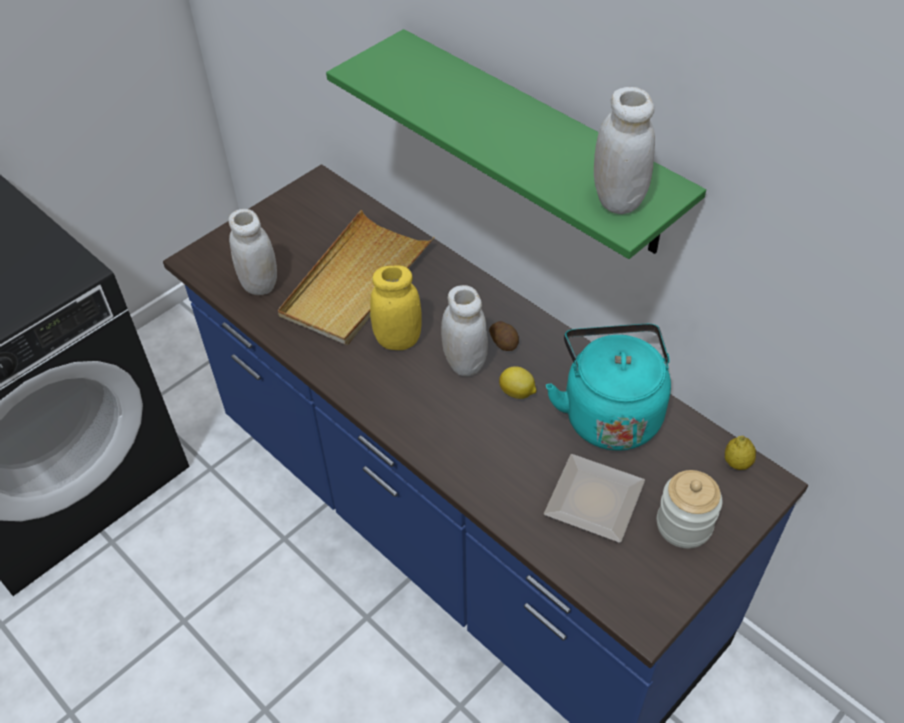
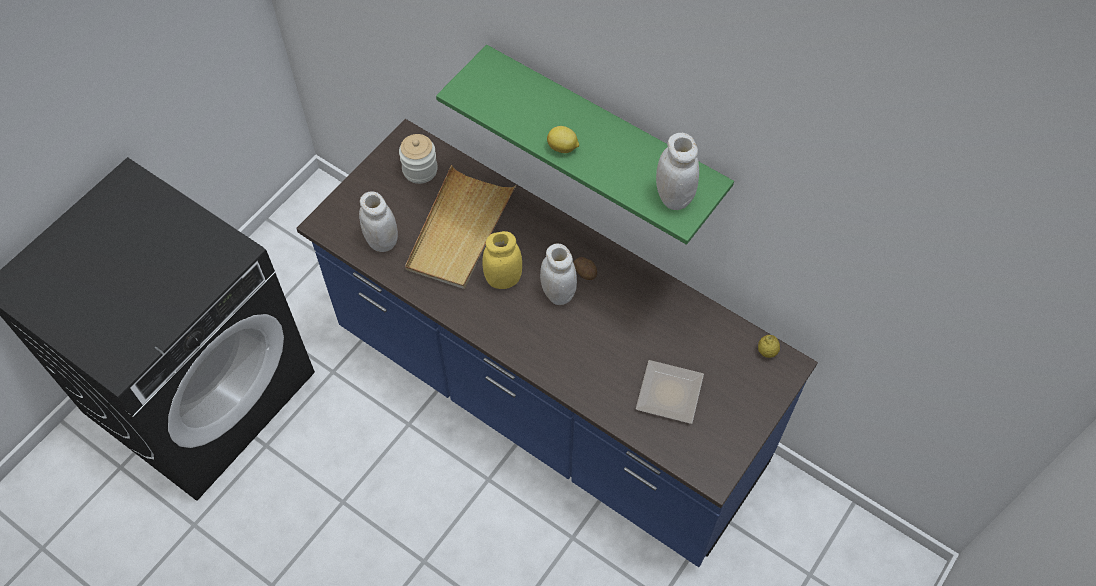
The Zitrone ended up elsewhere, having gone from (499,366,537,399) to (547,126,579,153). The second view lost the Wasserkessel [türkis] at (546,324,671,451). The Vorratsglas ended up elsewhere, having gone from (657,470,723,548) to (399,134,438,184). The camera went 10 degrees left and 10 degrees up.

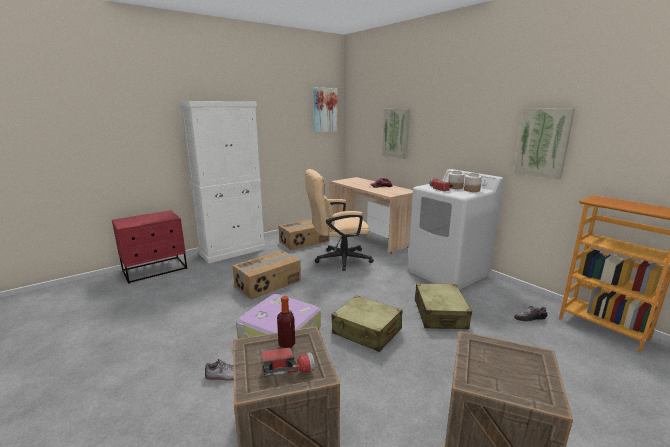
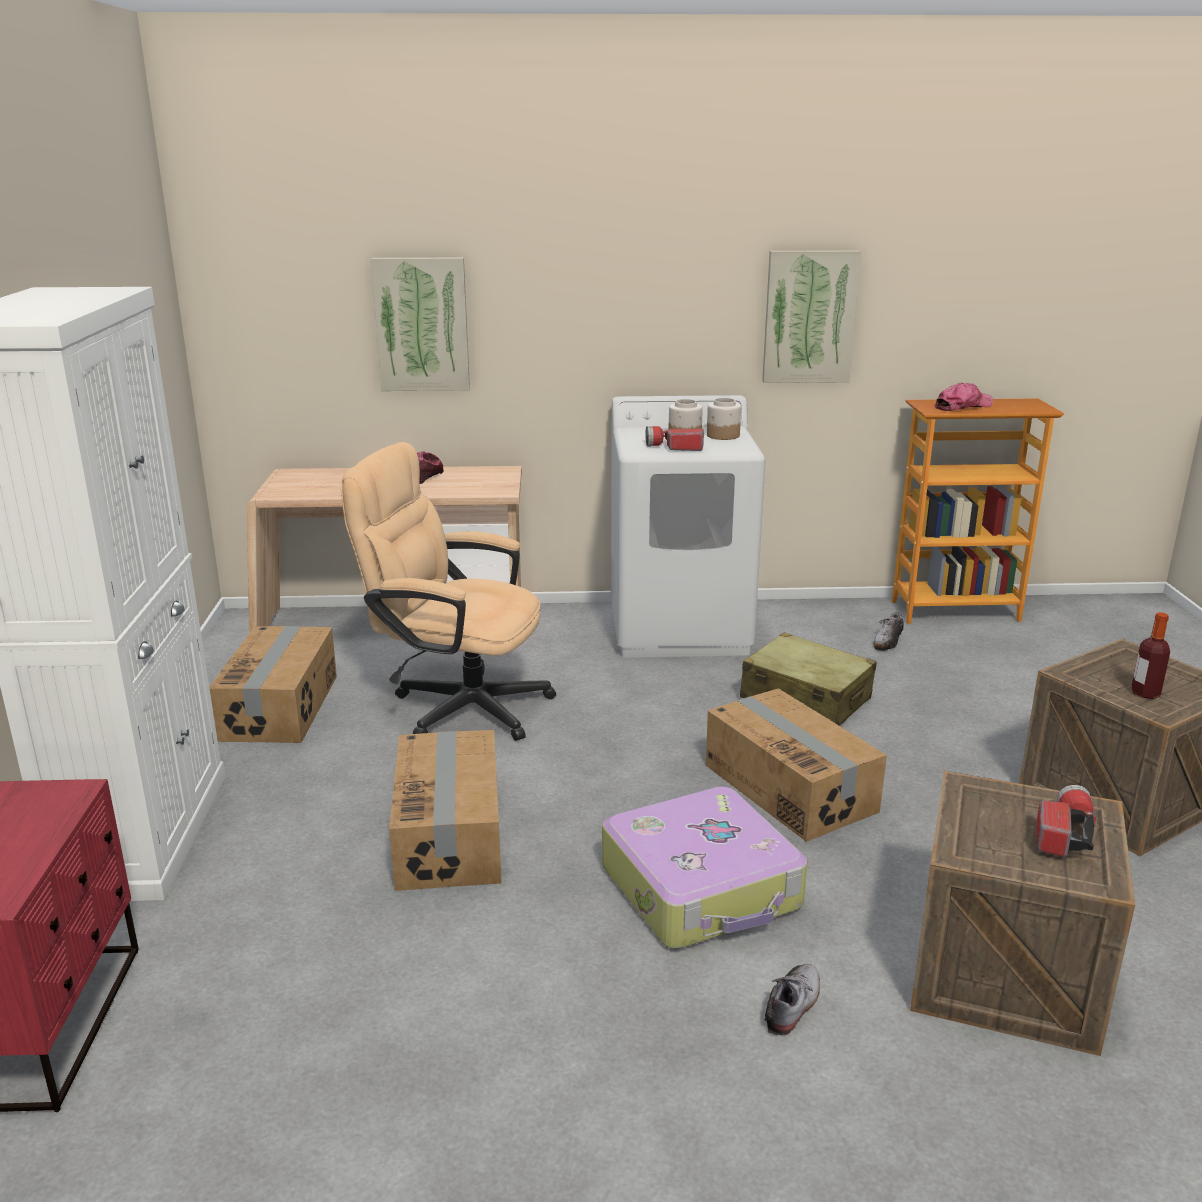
The Flasche ended up elsewhere, having gone from (277,296,295,348) to (1131,612,1170,699). The Bürostuhl [beige] at (305,169,374,271) ended up facing another way, 90 degrees clockwise from before. The second view lost the Bild at (313,88,337,133). Where the Koffer [beige] stood at (331,295,402,352), the Karton came to stand at (706,688,887,842). The second view gained the Kappe at (934,383,993,411). The camera went 55 degrees left and 5 degrees up.

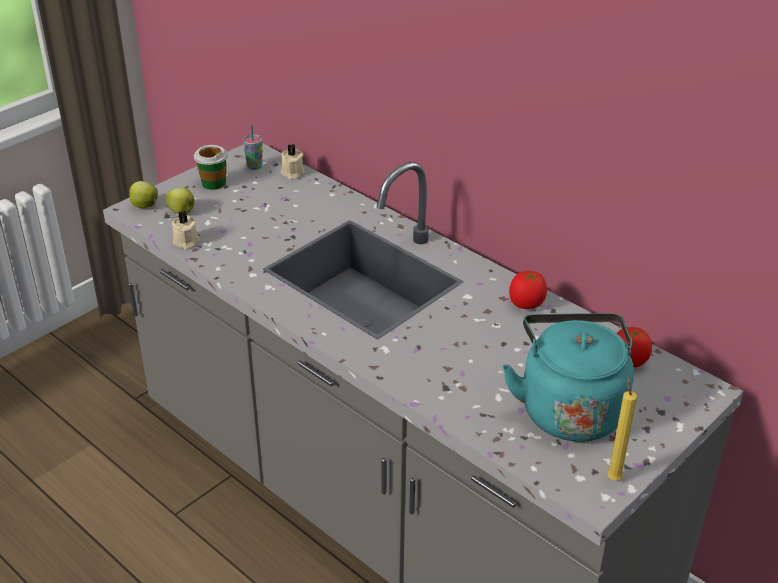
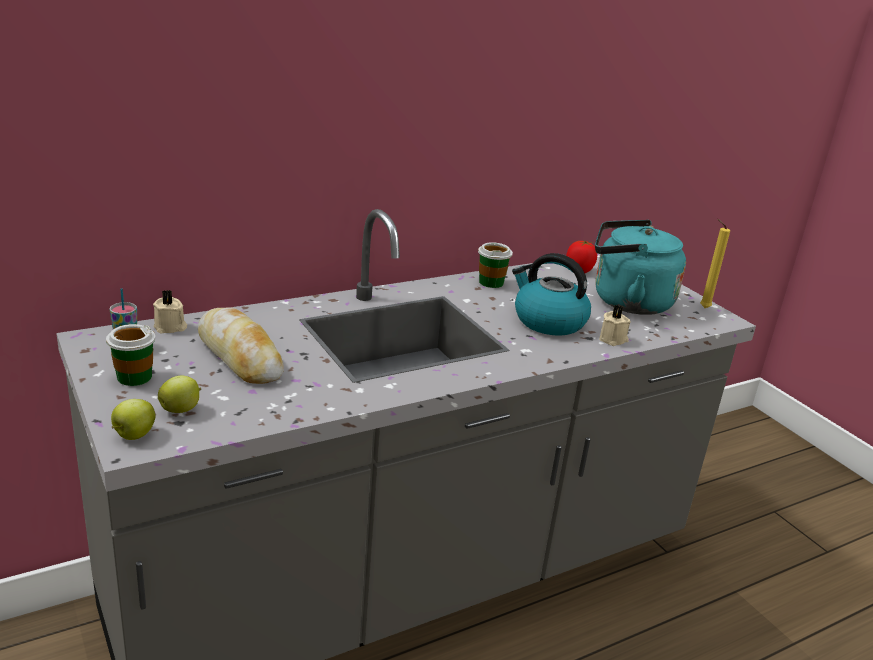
The Kerze [beige] ended up elsewhere, having gone from (172,211,199,250) to (599,305,631,346). Where the Tomate stood at (509,271,547,309), the Tasse came to stand at (478,242,513,288). The second view gained the Brot at (198,307,284,384). The second view gained the Wasserkessel at (512,253,591,336). The camera went 75 degrees left and 10 degrees down.

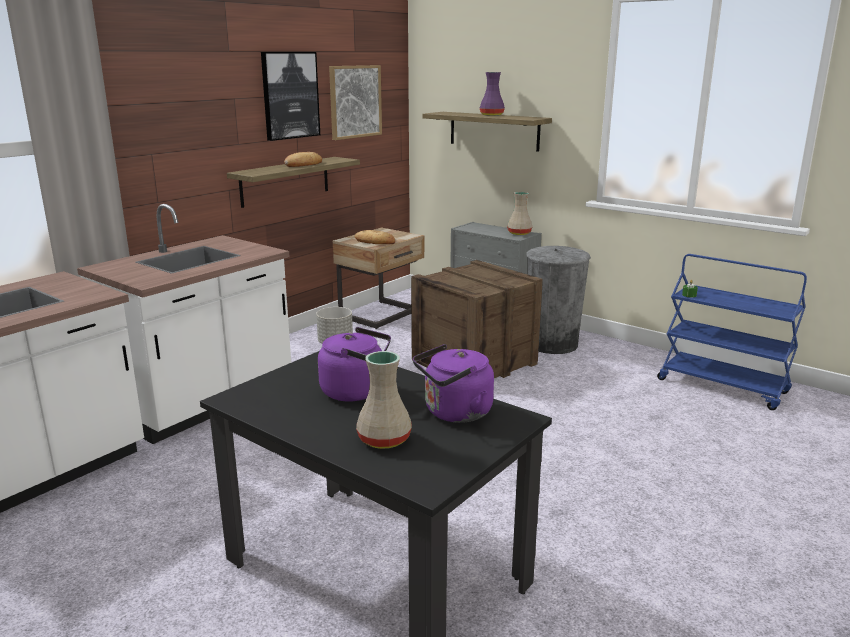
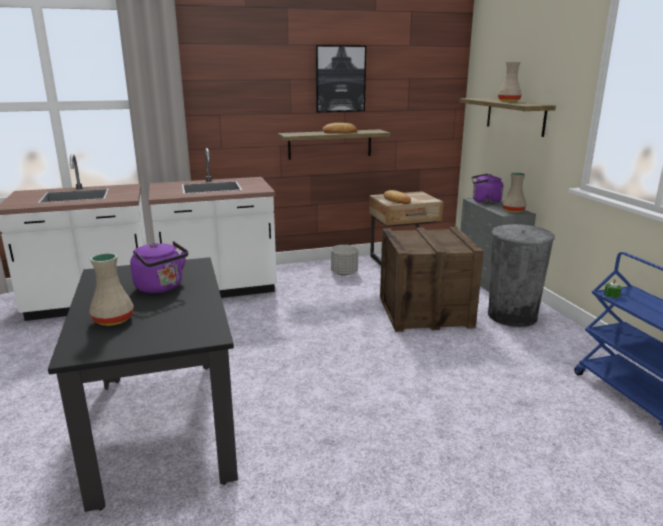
The second view lost the Bild at (329,65,382,140). The Wasserkessel [lila] ended up elsewhere, having gone from (413,344,494,423) to (471,174,503,204). What was the Vase [lila] at (480,72,505,116) turned into the Vase [beige] at (498,62,522,102). The camera went 35 degrees right and 0 degrees up.

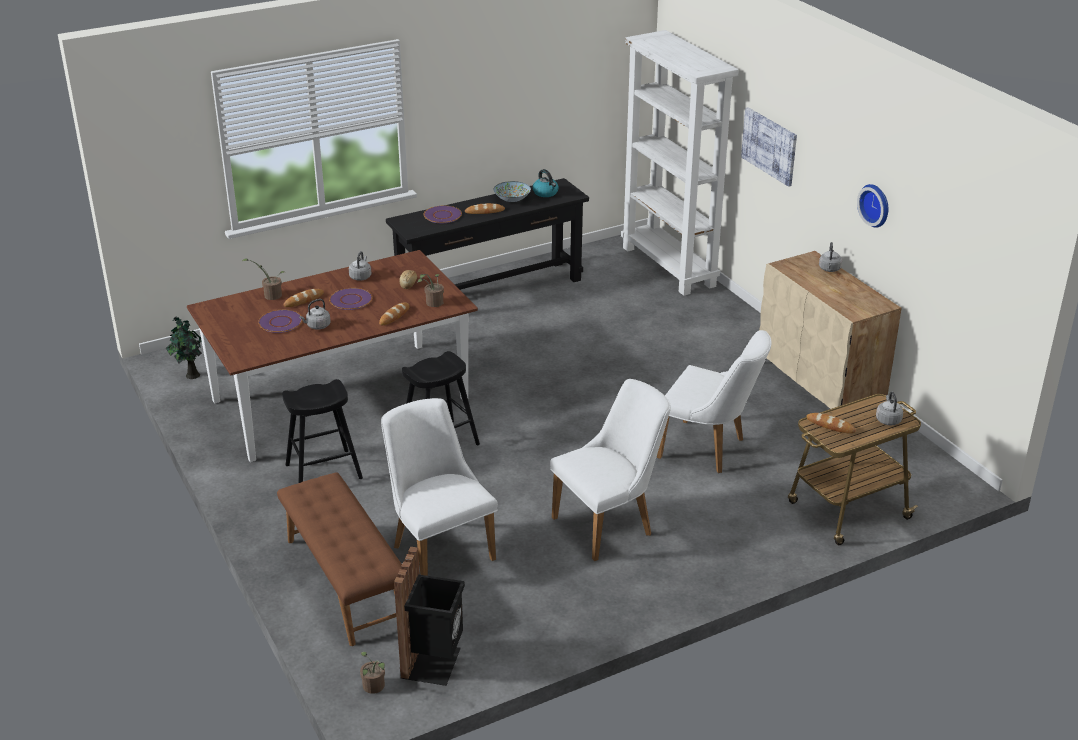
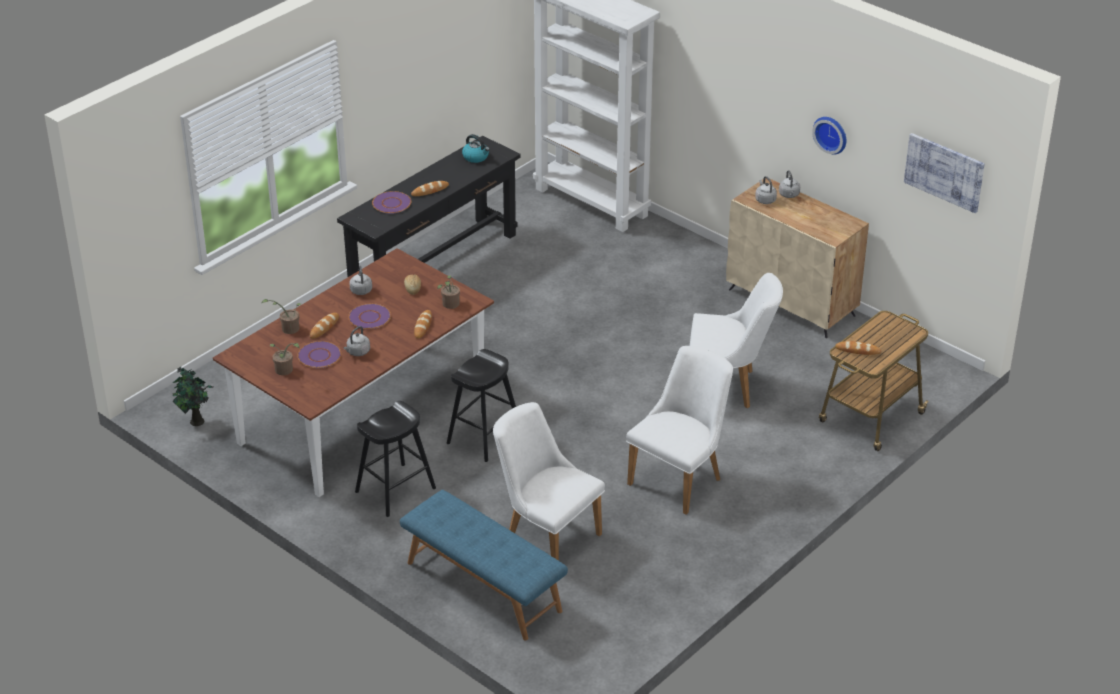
What was the Bank [braun] at (277,472,402,646) turned into the Bank [blau] at (400,490,568,640). The Topfpflanze ended up elsewhere, having gone from (360,652,385,694) to (269,343,299,375). The second view lost the Mülleimer [schwarz] at (394,547,465,686). The second view lost the Schüssel at (493,181,531,202). The Bild ended up elsewhere, having gone from (741,107,797,187) to (904,133,985,213). The Wasserkessel [grau] ended up elsewhere, having gone from (876,391,903,425) to (755,176,777,204). The camera went 20 degrees left and 5 degrees up.

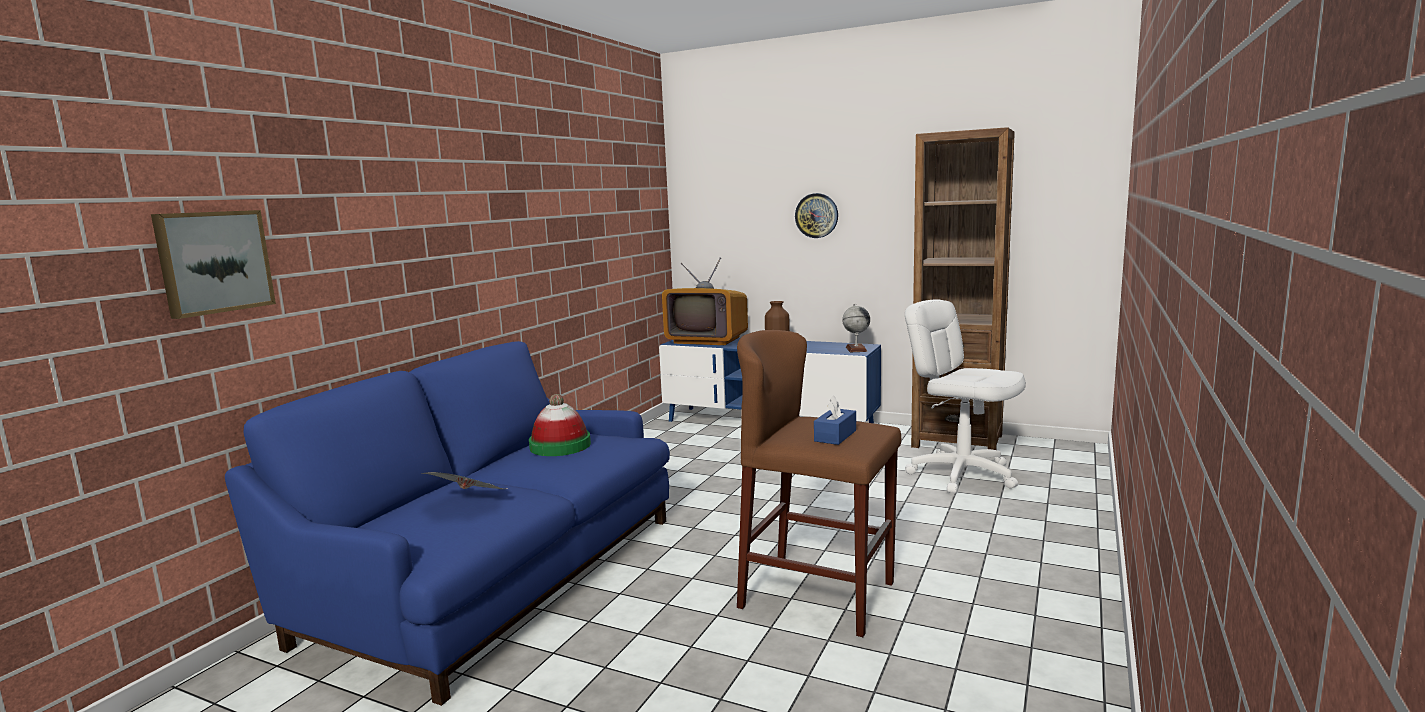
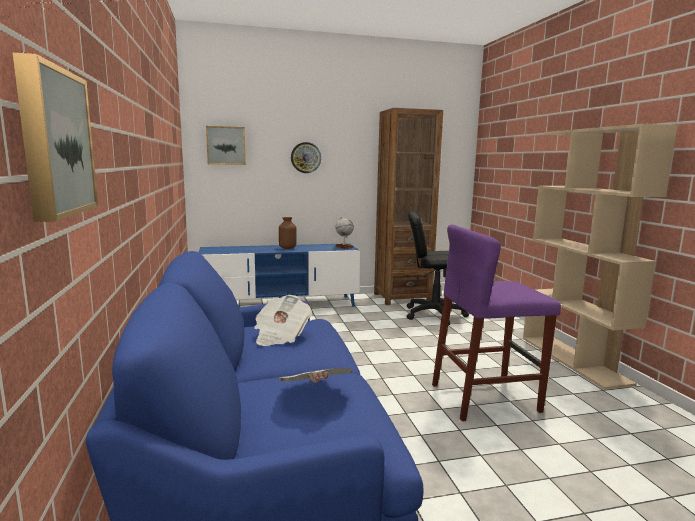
Where the Hut stood at (529,394,591,456), the Zeitung came to stand at (254,295,312,346). The second view lost the Fernseher at (662,258,748,345). What was the Hocker [braun] at (737,330,901,637) turned into the Hocker [lila] at (432,224,561,421). The second view lost the Taschentuchbox [blau] at (814,395,856,445). What was the Bürostuhl [weiß] at (905,299,1026,494) turned into the Bürostuhl [schwarz] at (407,211,469,325). The second view gained the Bild at (206,126,246,165). The second view gained the Bücherregal [beige] at (523,124,678,390). The camera went 40 degrees left and 0 degrees up.

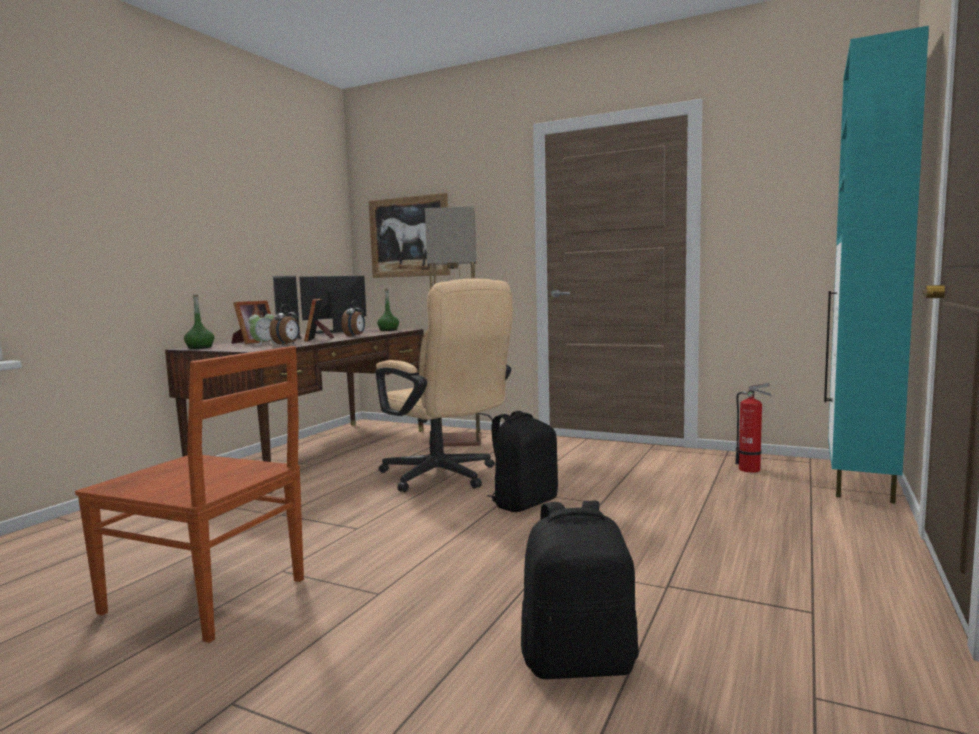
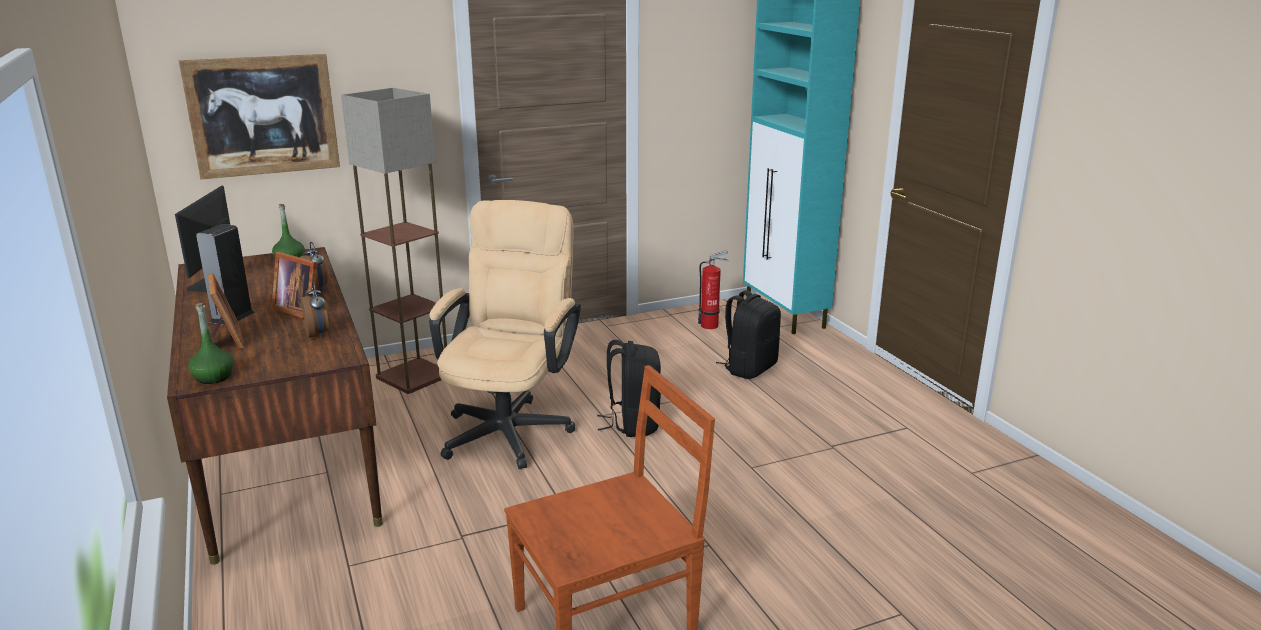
The second view lost the Wecker at (248,310,277,345). The Bürostuhl [beige] at (376,279,512,492) ended up facing another way, 75 degrees counterclockwise from before. The Rucksack [schwarz] ended up elsewhere, having gone from (521,500,639,679) to (716,290,781,379). The camera went 50 degrees left and 15 degrees up.

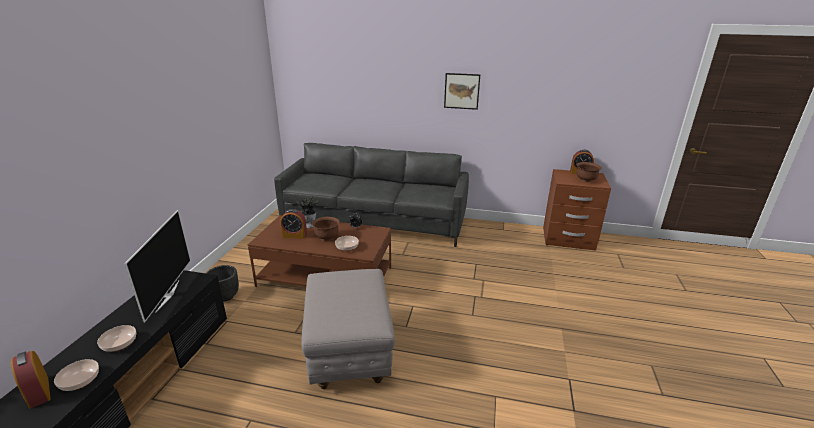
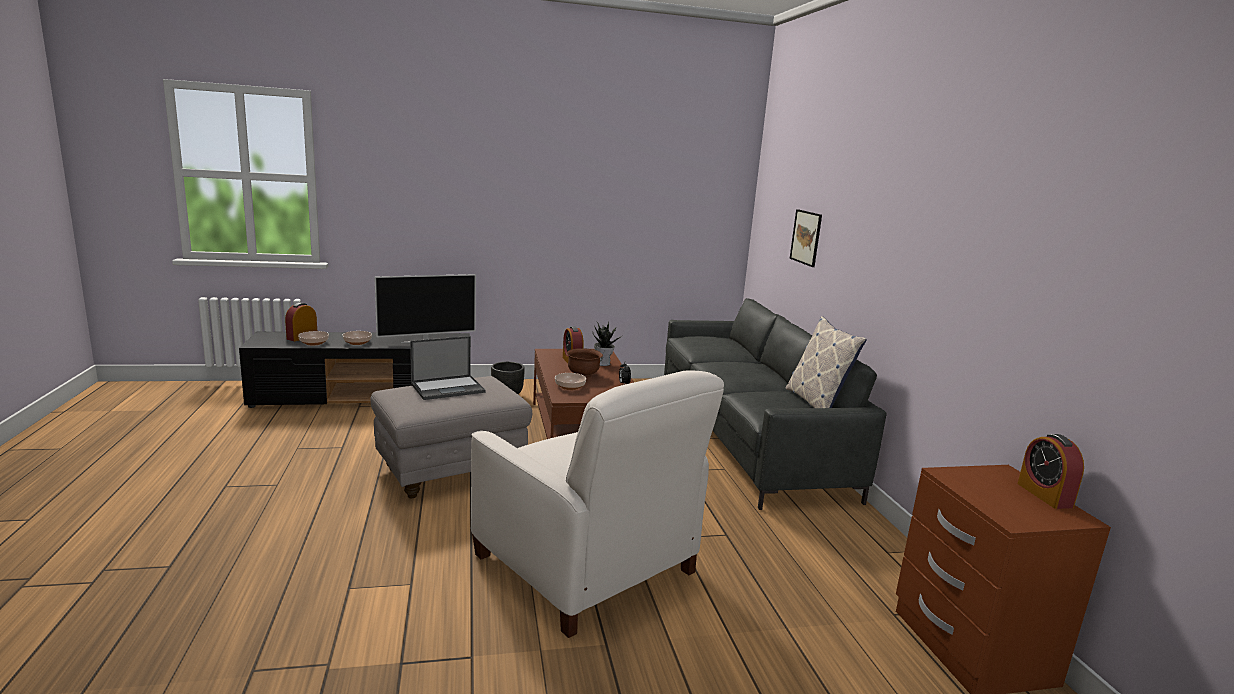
The Bild ended up elsewhere, having gone from (444,73,480,110) to (790,209,822,267). The second view lost the Schüssel [braun] at (576,162,602,182). The second view gained the Laptop at (410,336,485,400). The second view gained the Sessel [weiß] at (471,370,724,638). The second view gained the Kissen at (786,316,867,408). The camera went 65 degrees right and 10 degrees down.

